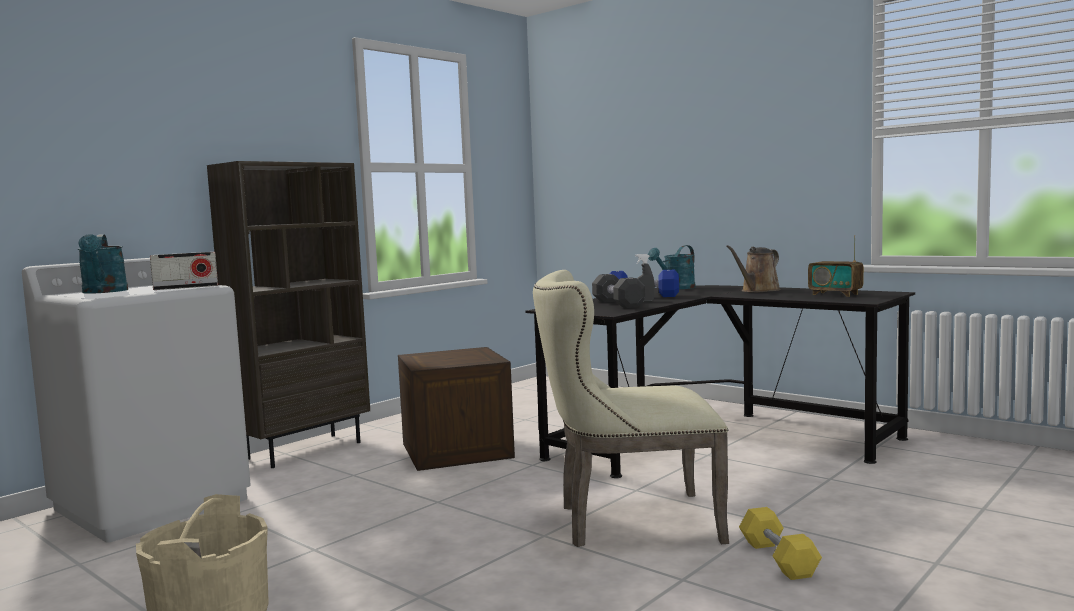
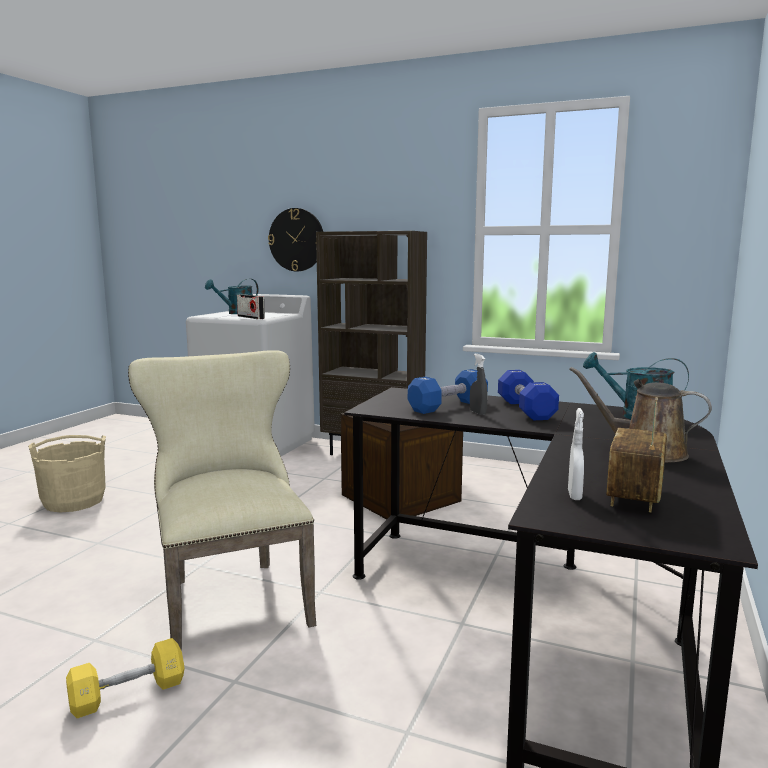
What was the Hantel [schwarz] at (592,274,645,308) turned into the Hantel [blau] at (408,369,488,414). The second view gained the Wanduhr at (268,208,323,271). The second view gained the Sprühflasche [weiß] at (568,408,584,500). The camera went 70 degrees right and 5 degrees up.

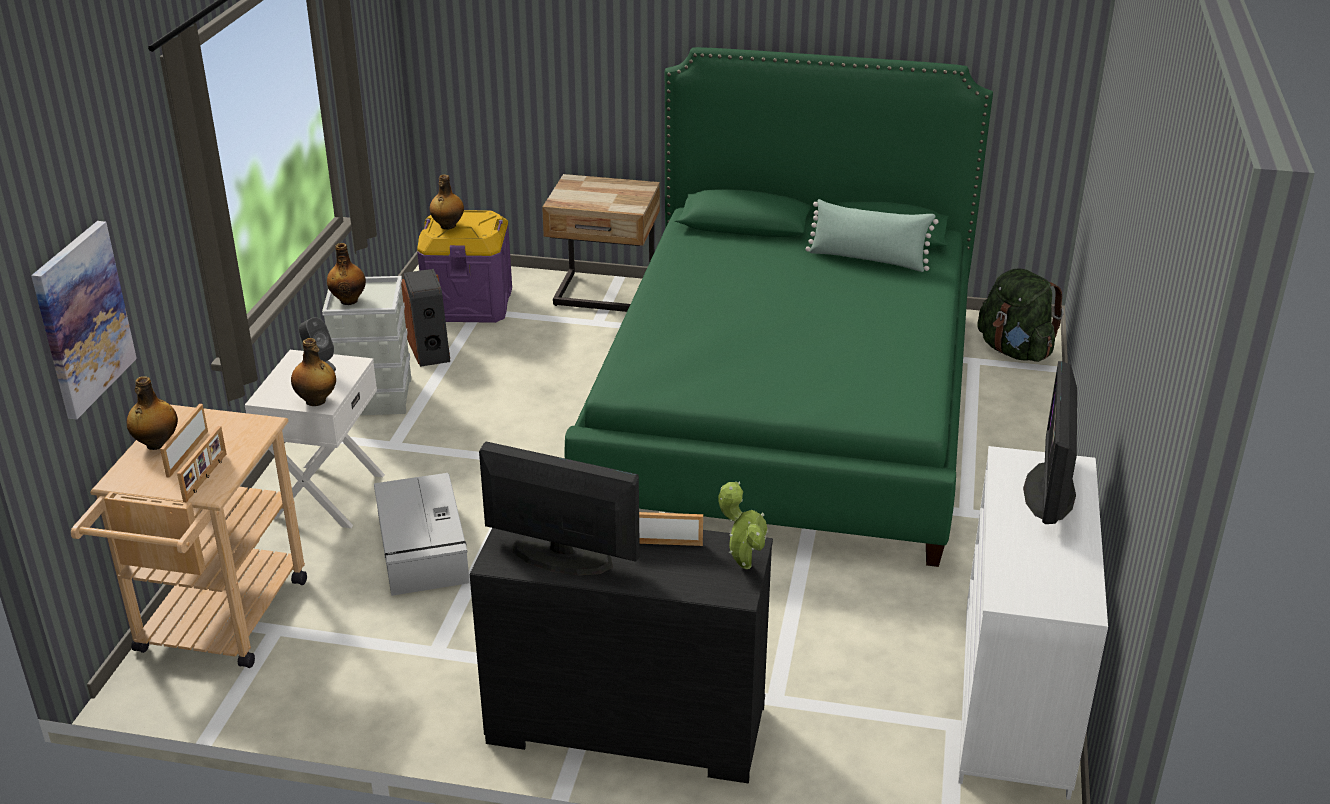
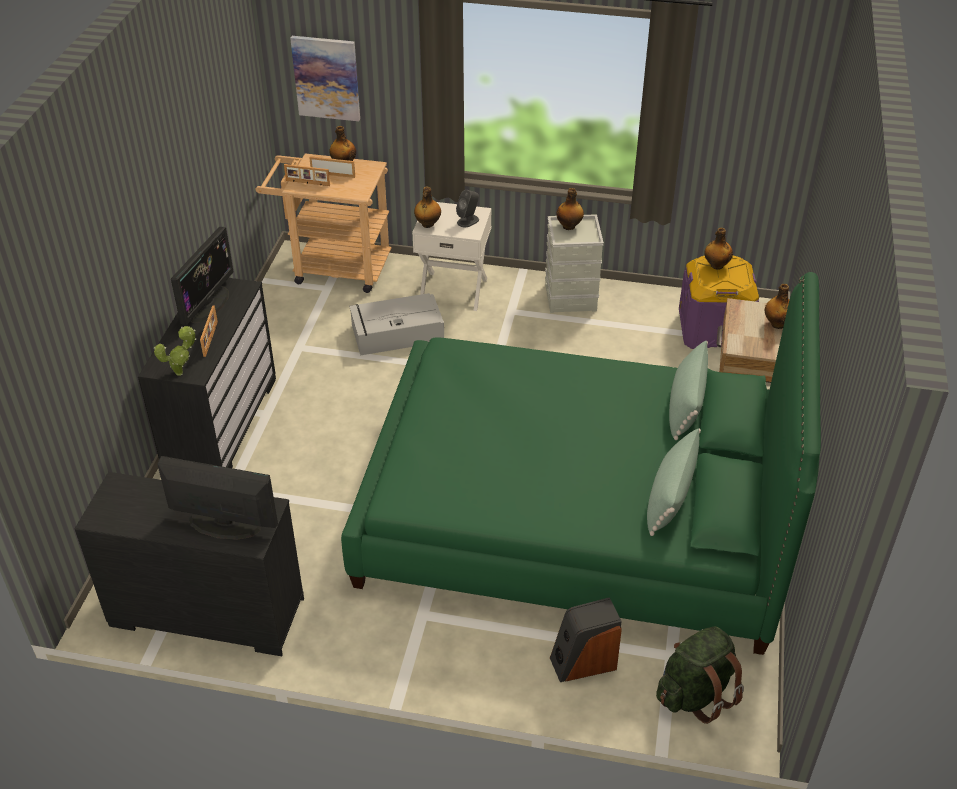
The Lautsprecher ended up elsewhere, having gone from (401,269,450,367) to (550,597,622,682). What was the Kommode [weiß] at (958,446,1108,800) turned into the Kommode [schwarz] at (75,472,304,656). The second view gained the Kissen [grün] at (669,341,708,440). The second view gained the Flasche at (765,284,789,329). The camera went 90 degrees right and 10 degrees up.

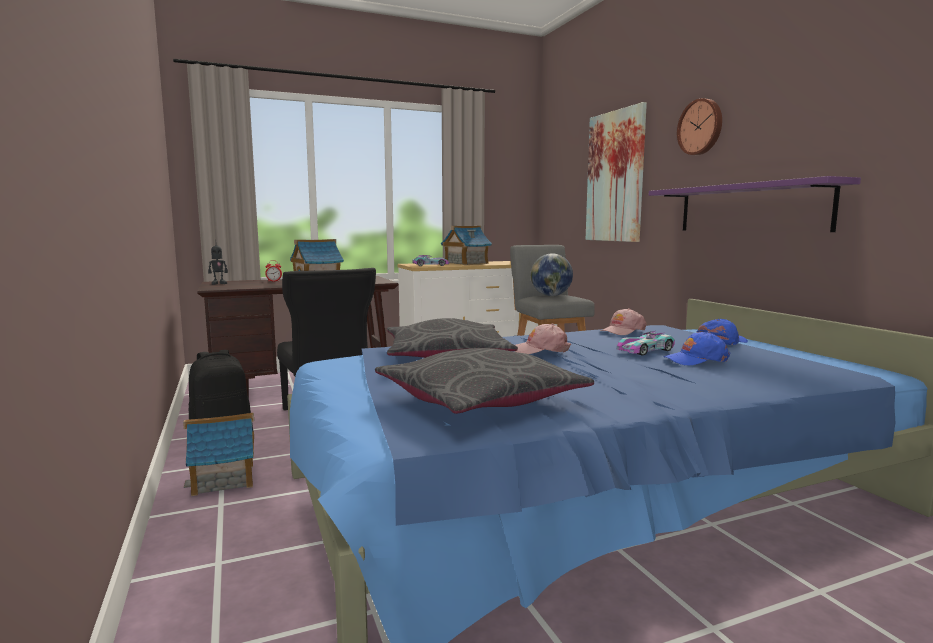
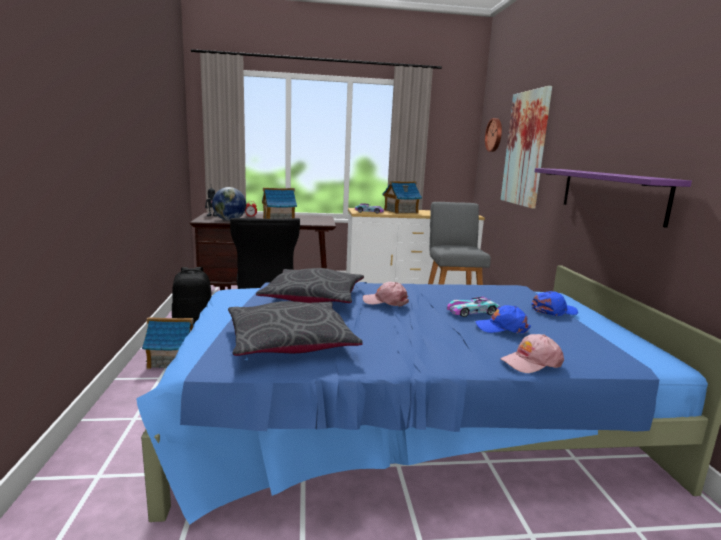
The Globus ended up elsewhere, having gone from (531,253,573,296) to (212,187,246,221). The Kappe [rosa] ended up elsewhere, having gone from (600,308,647,335) to (500,334,564,373). The Wanduhr ended up elsewhere, having gone from (677,98,722,155) to (485,118,502,152). The camera went 15 degrees right and 5 degrees up.

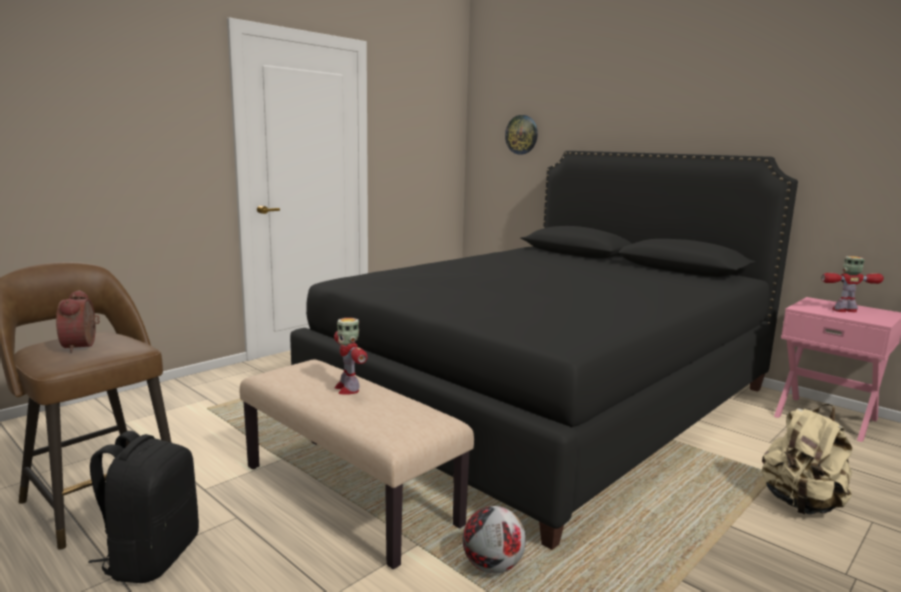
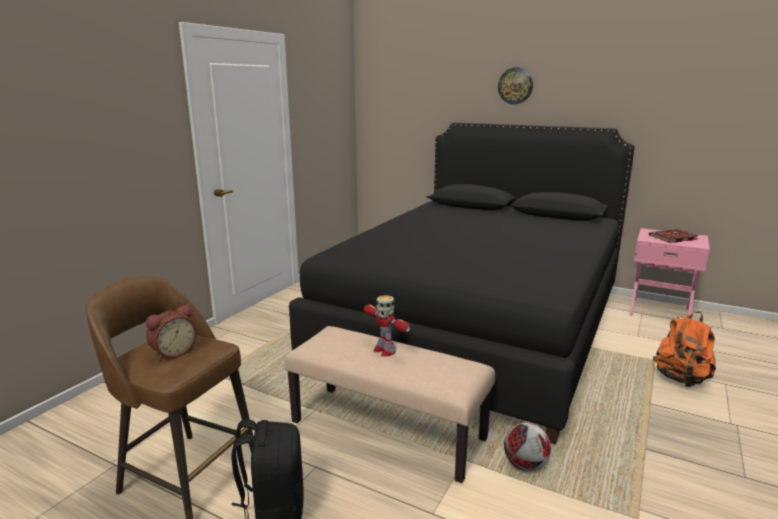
The Wecker at (56,290,100,353) ended up facing another way, 105 degrees counterclockwise from before. The Wanduhr ended up elsewhere, having gone from (505,115,538,154) to (498,68,533,104). What was the Rucksack [beige] at (761,404,852,515) turned into the Rucksack [orange] at (653,312,716,387). Where the Spielzeugroboter stood at (821,256,884,312), the Buch came to stand at (649,229,699,243). The camera went 15 degrees left and 5 degrees up.

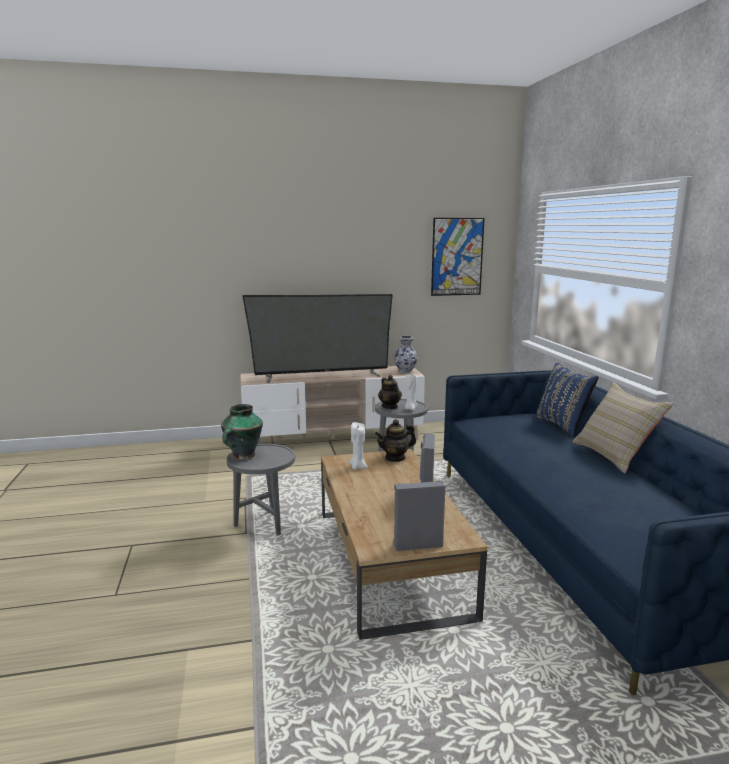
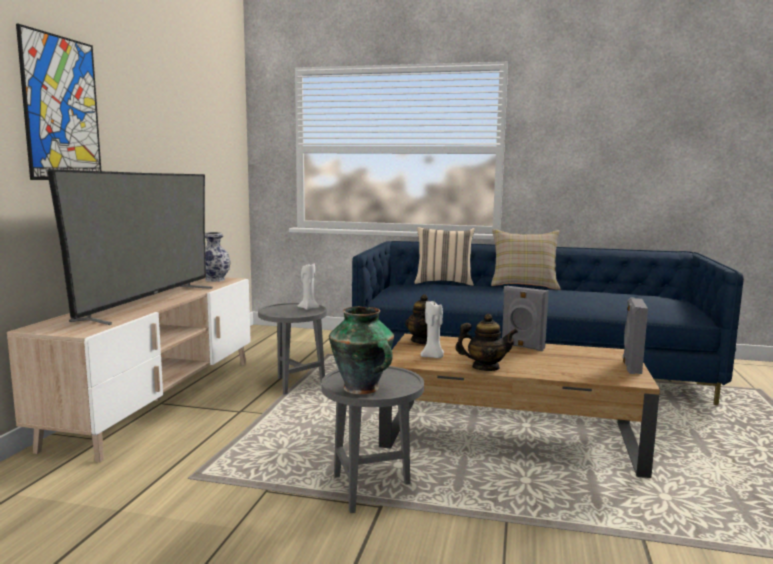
The Teekanne ended up elsewhere, having gone from (378,375,402,409) to (455,314,518,371). The Bild ended up elsewhere, having gone from (431,218,485,296) to (16,24,101,180). What was the Kissen [blau] at (534,362,598,437) turned into the Kissen [beige] at (414,227,475,286). The camera went 65 degrees left and 5 degrees down.

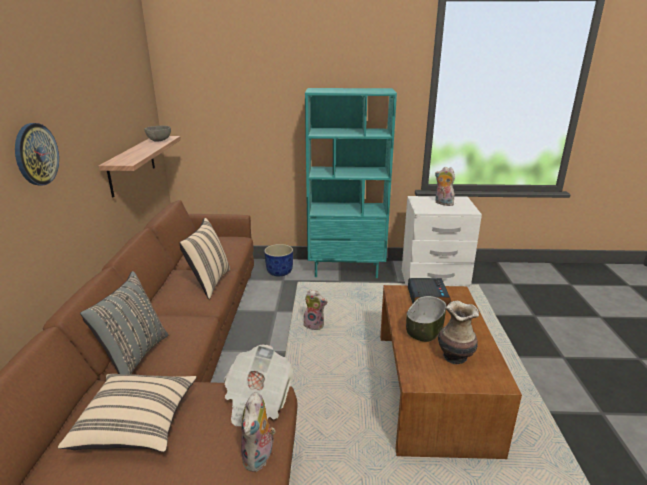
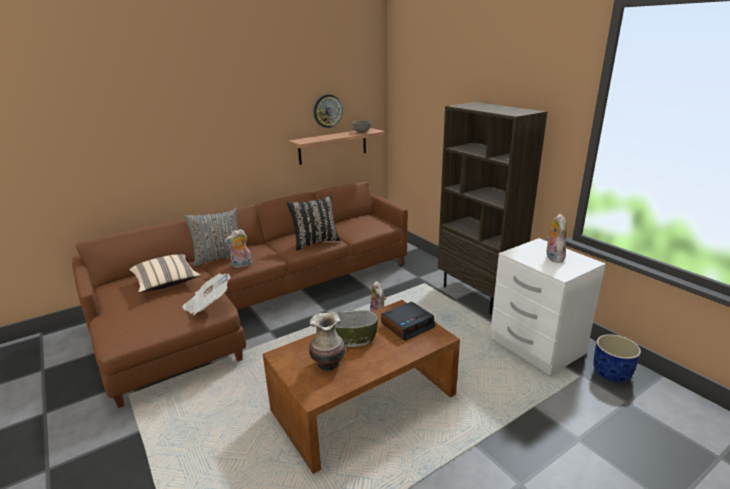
The Wanduhr ended up elsewhere, having gone from (15,123,59,185) to (314,94,343,128). What was the Kissen [beige] at (179,218,230,299) turned into the Kissen [schwarz] at (287,194,341,251). The Plüschtier ended up elsewhere, having gone from (241,392,276,472) to (224,229,252,268). The Pflanzkübel [blau] ended up elsewhere, having gone from (264,244,293,276) to (594,334,641,382). What was the Bücherregal [türkis] at (305,88,397,278) turned into the Bücherregal [braun] at (438,102,547,314). The camera went 55 degrees right and 0 degrees up.

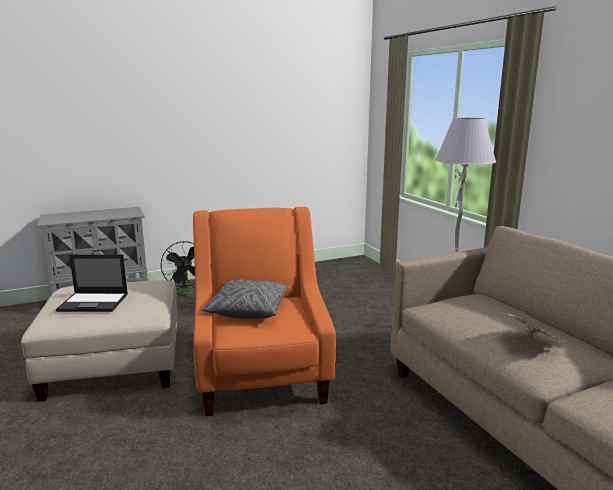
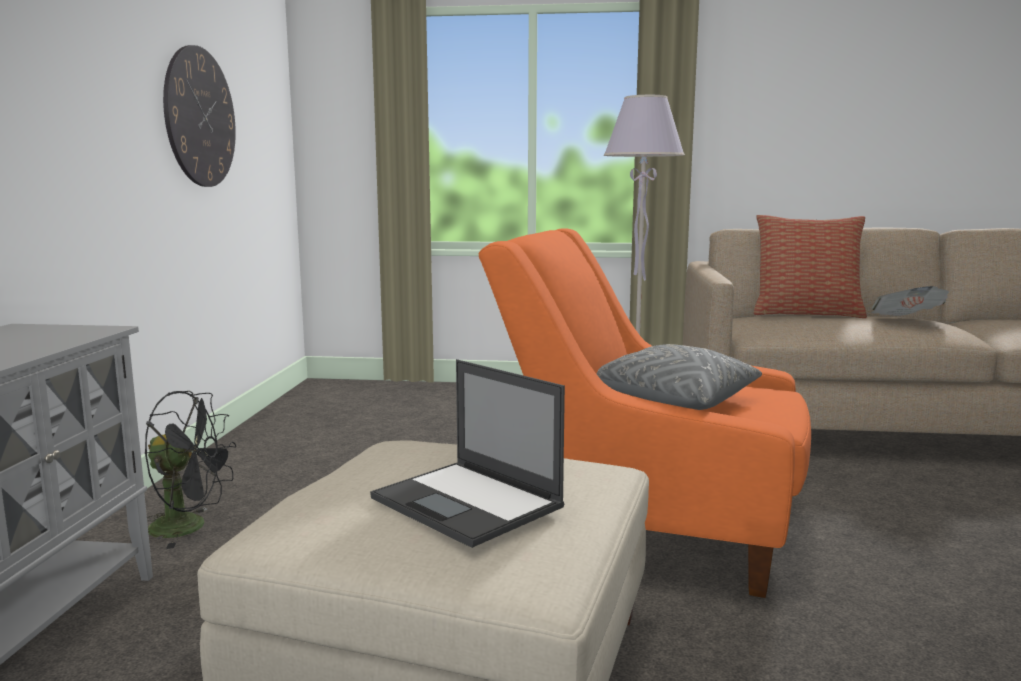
The Laptop at (56,254,128,312) ended up facing another way, 105 degrees clockwise from before. The second view gained the Wanduhr at (163,45,236,187). The second view gained the Kissen at (754,215,867,318). The camera went 60 degrees left and 5 degrees down.

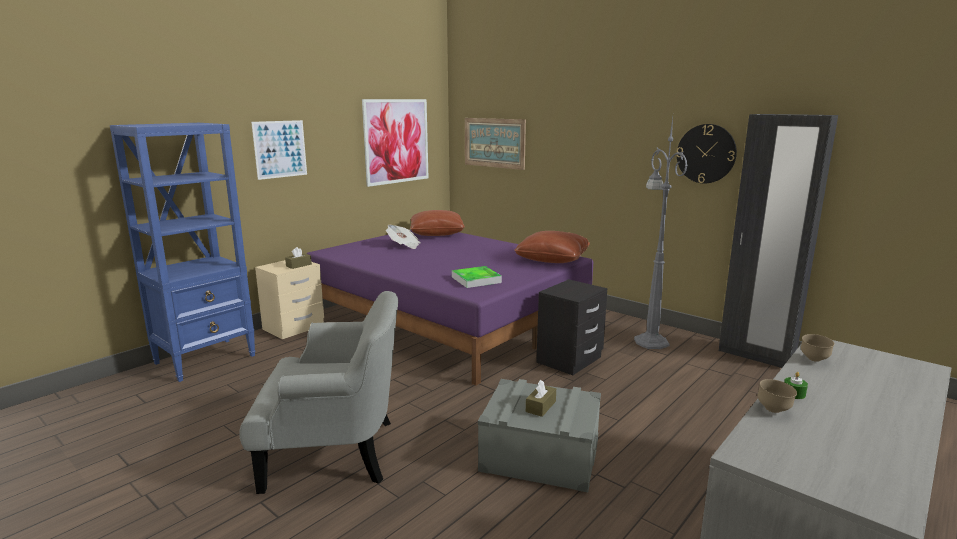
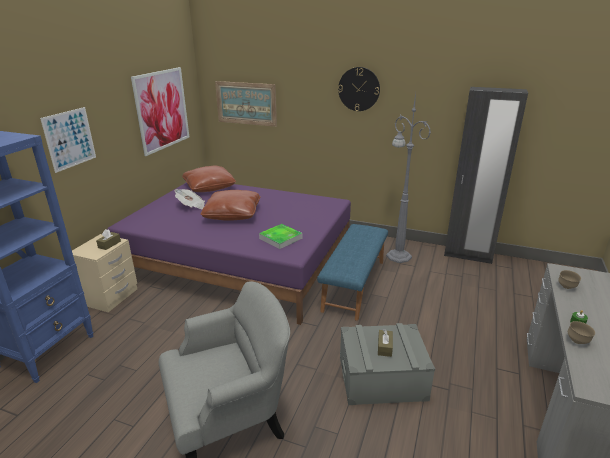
The Kissen [braun] ended up elsewhere, having gone from (514,231,590,263) to (201,190,261,221). Where the Nachttisch [schwarz] stood at (536,279,607,375), the Bank [blau] came to stand at (317,224,388,321). The Wanduhr ended up elsewhere, having gone from (676,124,737,183) to (338,67,380,111). The camera went 20 degrees left and 10 degrees up.

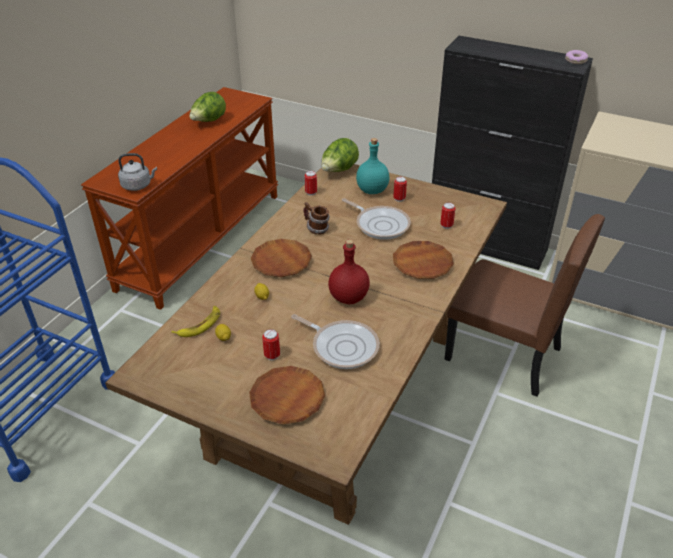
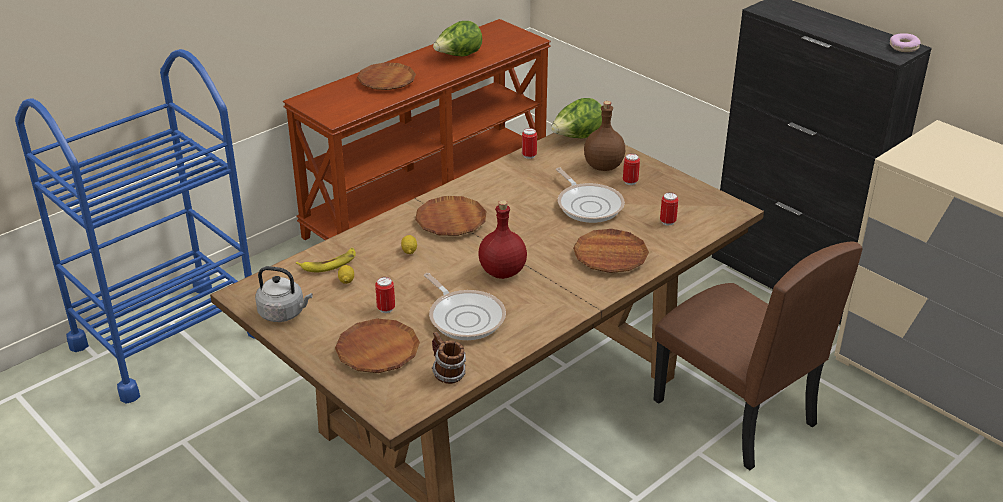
The Wasserkessel [grau] ended up elsewhere, having gone from (118,153,157,191) to (255,266,312,322). The Henkelbecher ended up elsewhere, having gone from (303,202,330,235) to (432,332,466,384). What was the Flasche [türkis] at (356,138,389,194) turned into the Flasche [braun] at (584,101,625,171). The second view gained the Teller [braun] at (357,62,416,90). The camera went 20 degrees right and 5 degrees down.

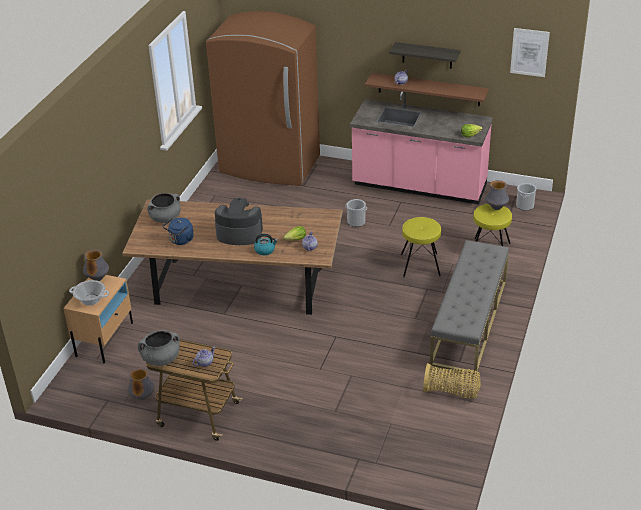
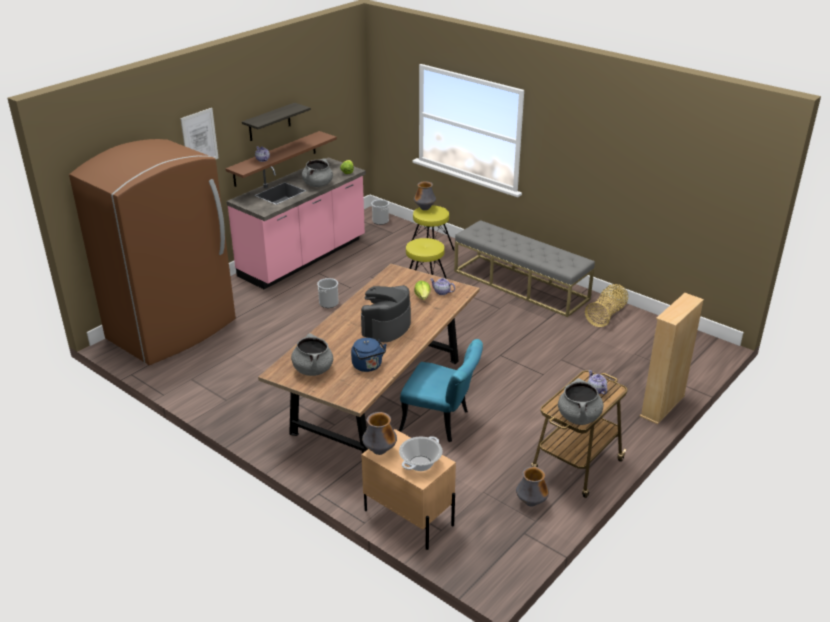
The second view lost the Wasserkessel at (254,234,278,255). The Bild ended up elsewhere, having gone from (510,28,550,77) to (181,108,219,159). The second view gained the Kochtopf [grau] at (302,158,333,187). The second view gained the Stuhl [türkis] at (399,339,483,442). The second view gained the Bücherregal [beige] at (640,293,704,425). The camera went 70 degrees left and 5 degrees down.

